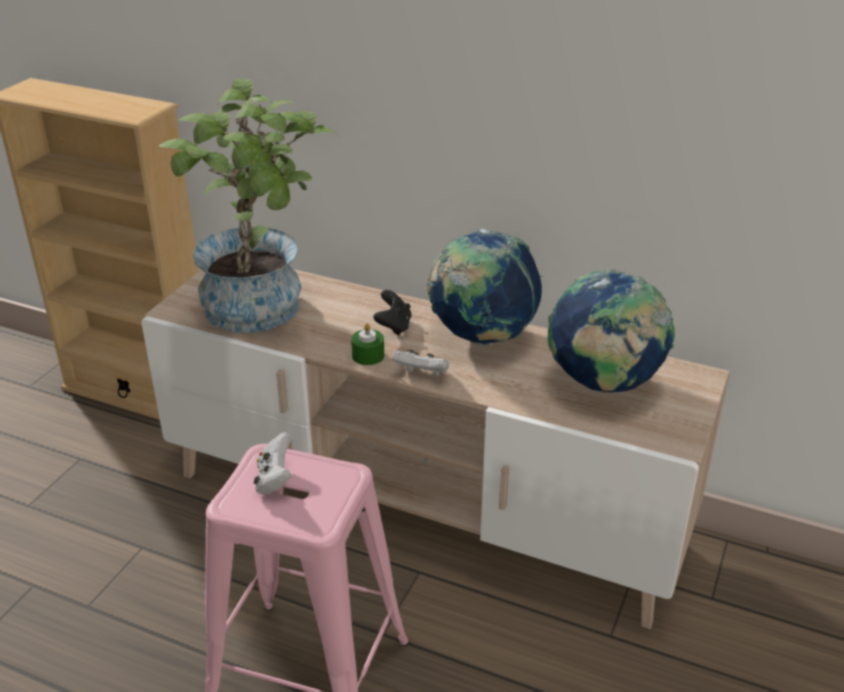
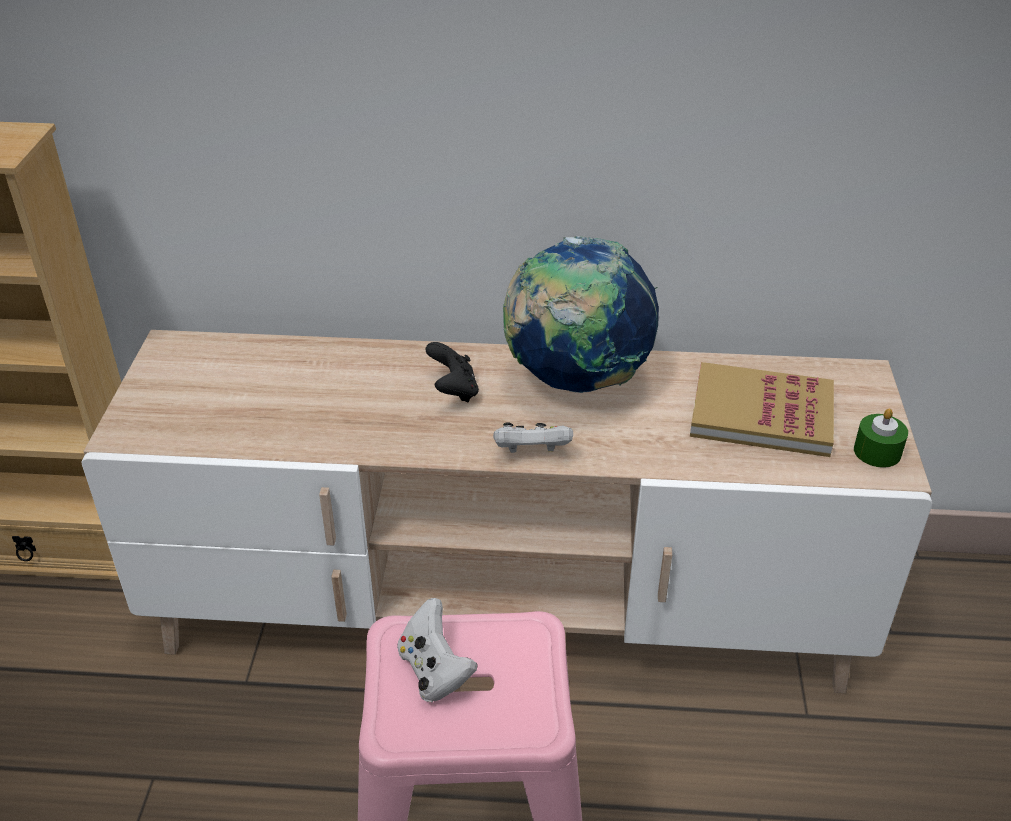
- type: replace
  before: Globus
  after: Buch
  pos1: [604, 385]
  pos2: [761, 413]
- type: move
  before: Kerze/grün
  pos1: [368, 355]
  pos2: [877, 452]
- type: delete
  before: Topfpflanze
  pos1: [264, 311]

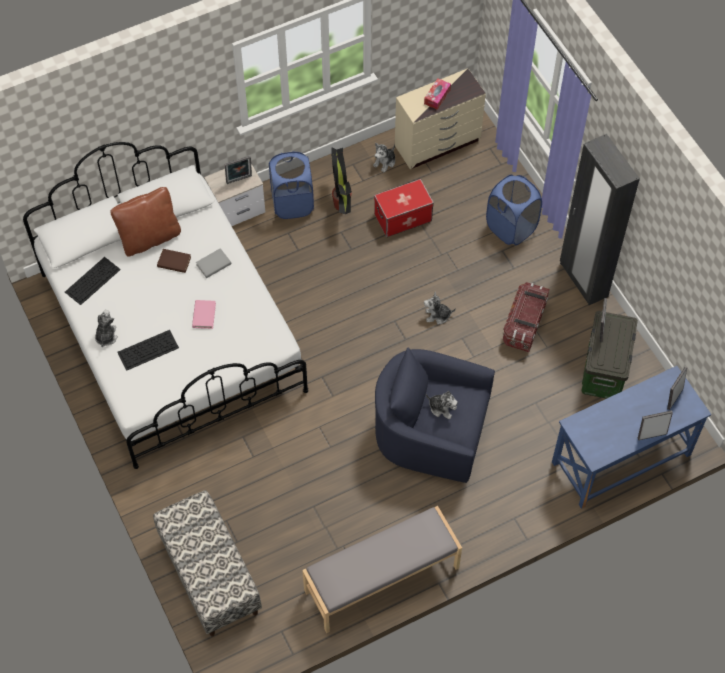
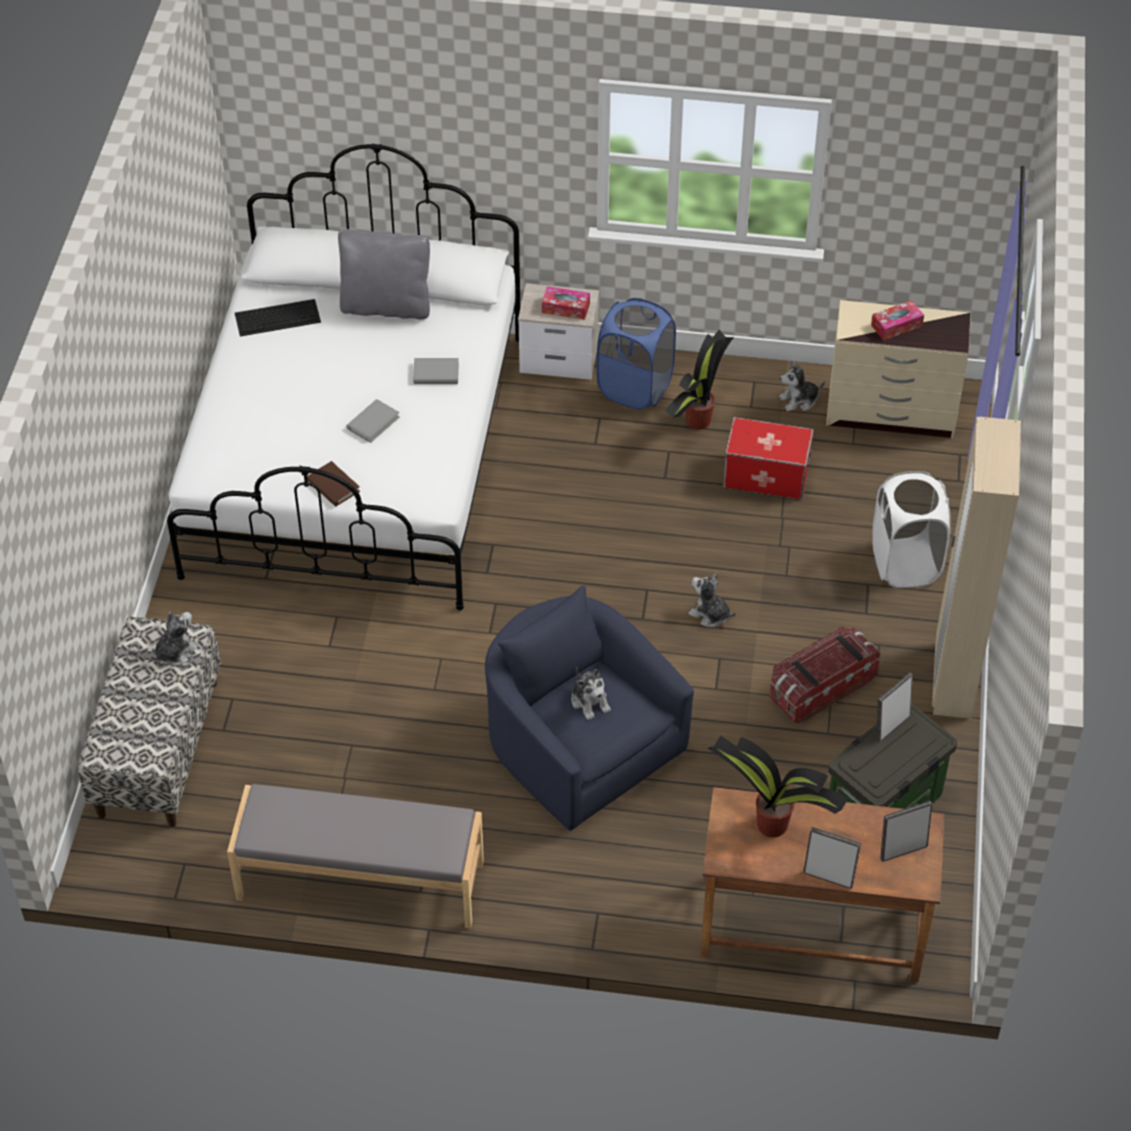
- type: move
  before: Plüschtier
  pos1: [106, 336]
  pos2: [175, 652]
- type: move
  before: Buch/braun
  pos1: [174, 262]
  pos2: [333, 486]
- type: recolor
  before: Kissen/braun
  after: Kissen/grau
  pos1: [150, 238]
  pos2: [386, 306]
- type: recolor
  before: Buch/rosa
  after: Buch/grau
  pos1: [204, 315]
  pos2: [373, 423]
- type: replace
  before: Bilderrahmen
  after: Taschentuchbox
  pos1: [239, 180]
  pos2: [565, 308]
- type: recolor
  before: Schreibtisch/blau
  after: Schreibtisch/braun
  pos1: [621, 459]
  pos2: [811, 929]
- type: insert
  after: Topfpflanze
  pos2: [770, 823]
- type: recolor
  before: Wäschekorb/blau
  after: Wäschekorb/weiß
  pos1: [511, 227]
  pos2: [905, 563]
- type: recolor
  before: Kleiderschrank/schwarz
  after: Kleiderschrank/beige
  pos1: [583, 280]
  pos2: [952, 679]
- type: delete
  before: Tastatur
  pos1: [148, 349]

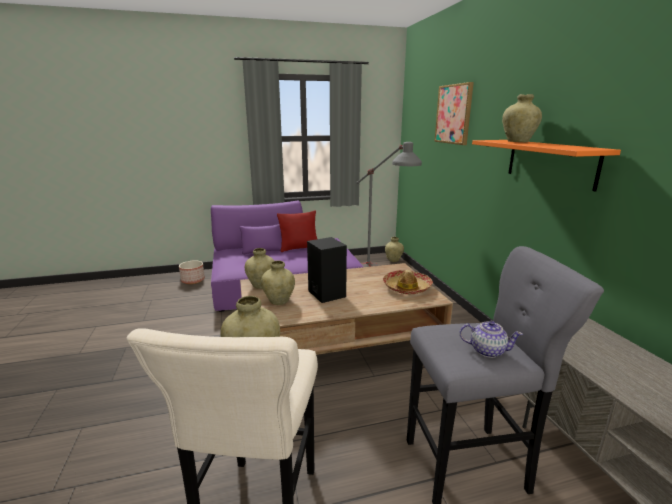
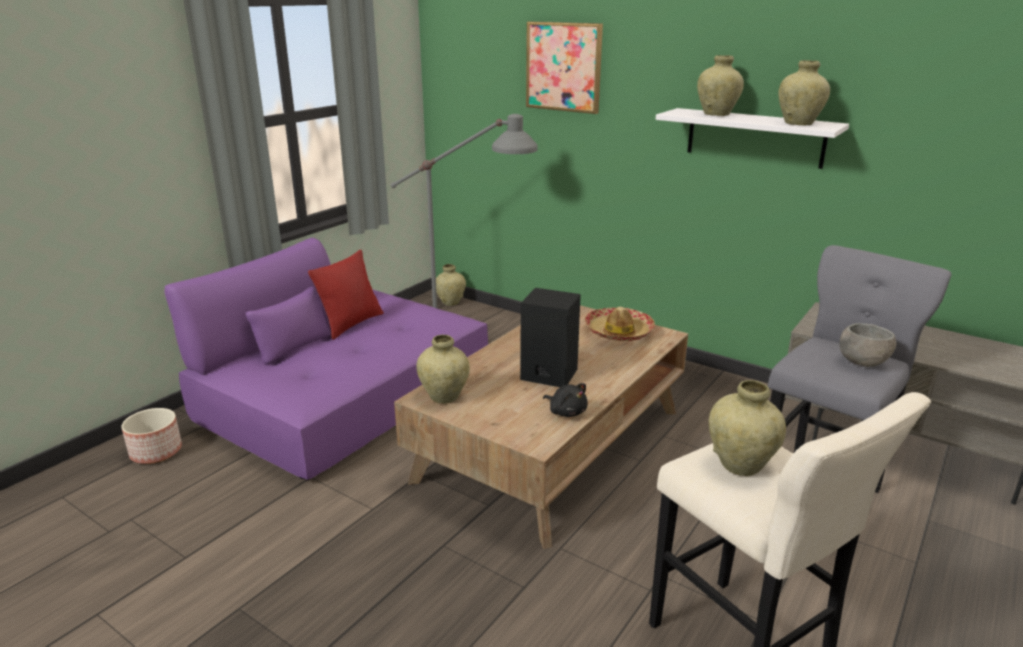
- type: insert
  after: Plüschtier/schwarz
  pos2: [566, 412]
- type: recolor
  before: Wandregal/orange
  after: Wandregal/weiß
  pos1: [550, 162]
  pos2: [755, 137]
- type: move
  before: Vase/beige
  pos1: [279, 301]
  pos2: [798, 124]
- type: replace
  before: Teekanne
  after: Schüssel/grau
  pos1: [487, 350]
  pos2: [861, 362]

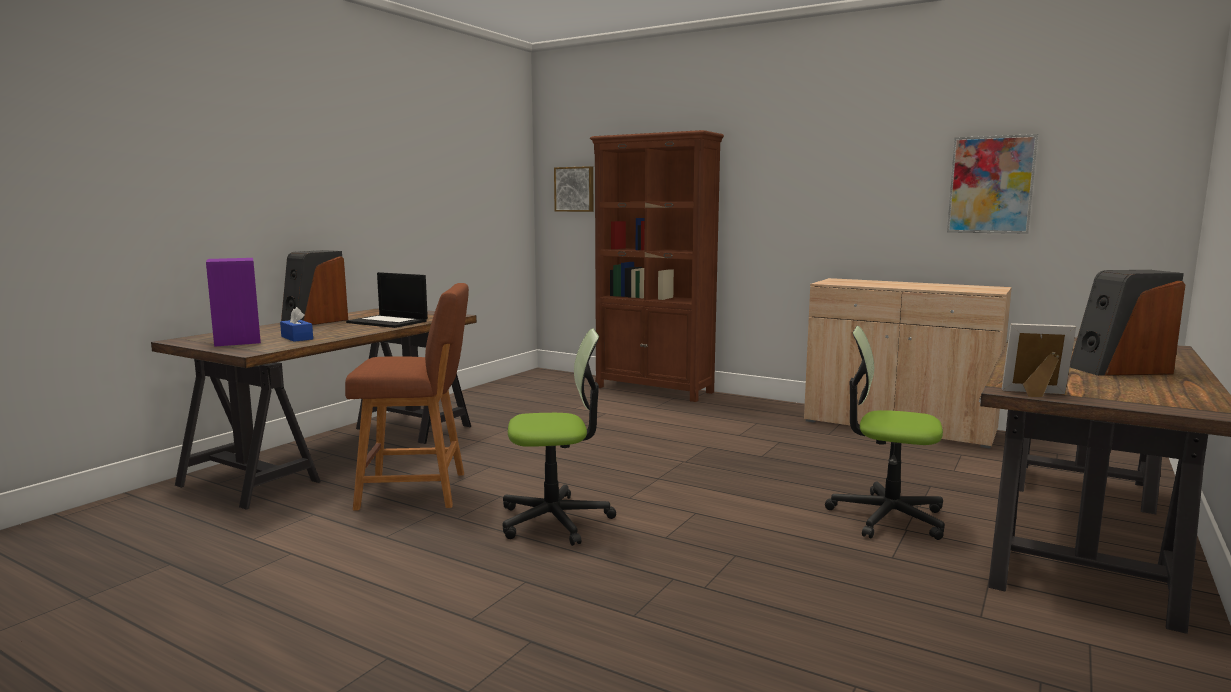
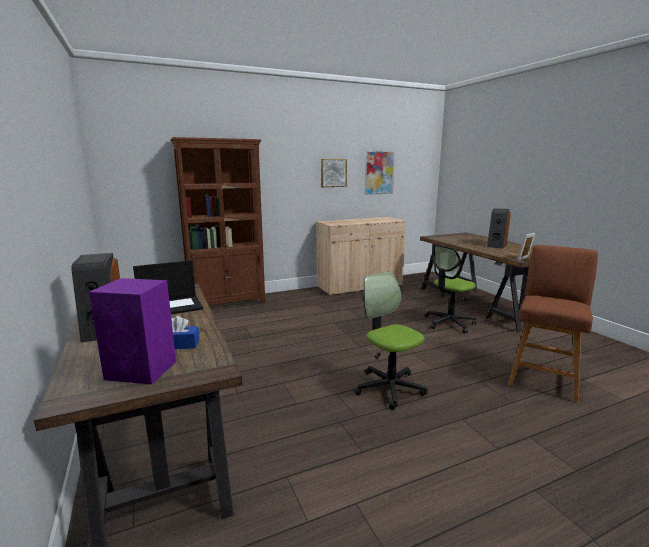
- type: move
  before: Bild
  pos1: [575, 189]
  pos2: [333, 173]
- type: rotate
  before: Bürostuhl
  pos1: [555, 520]
  pos2: [389, 388]
  turn: -60
- type: move
  before: Hocker/braun
  pos1: [418, 490]
  pos2: [543, 377]

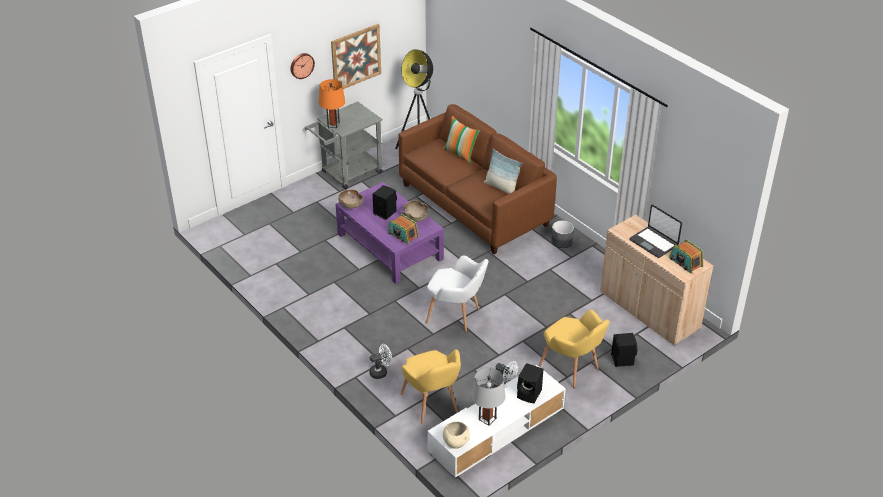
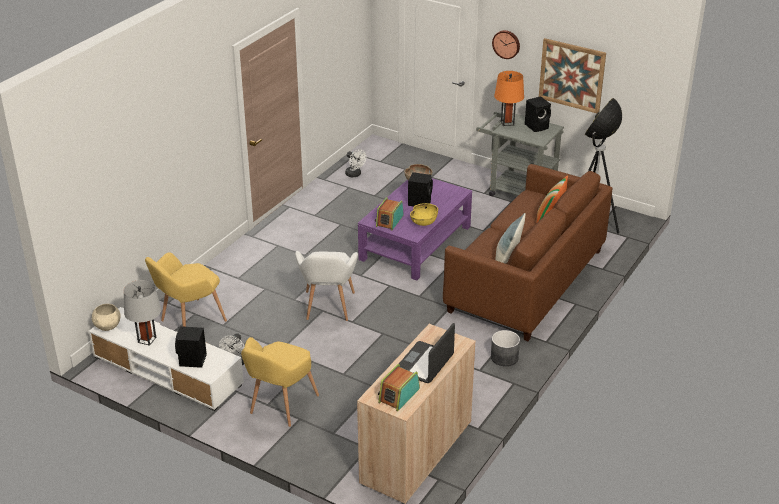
- type: move
  before: Ventilator/weiß
  pos1: [381, 372]
  pos2: [355, 174]
- type: recolor
  before: Schüssel/braun
  after: Schüssel/gelb
  pos1: [416, 217]
  pos2: [424, 222]
- type: move
  before: Lautsprecher/schwarz
  pos1: [622, 359]
  pos2: [537, 126]

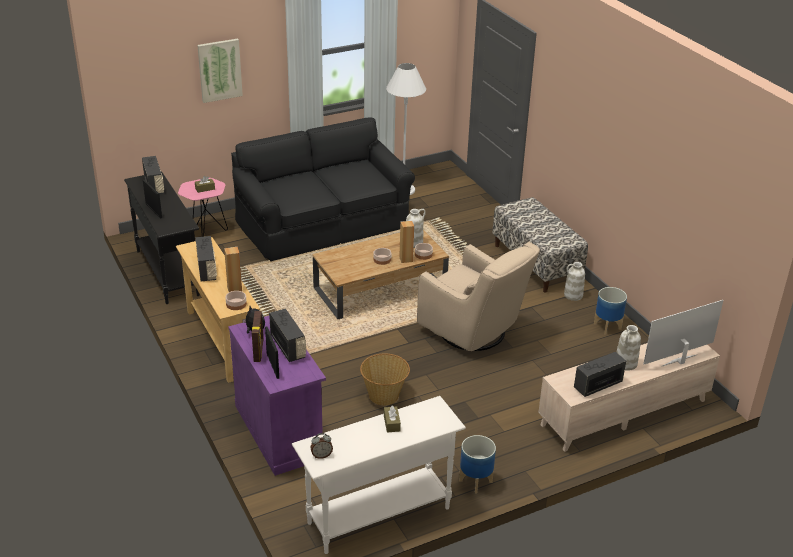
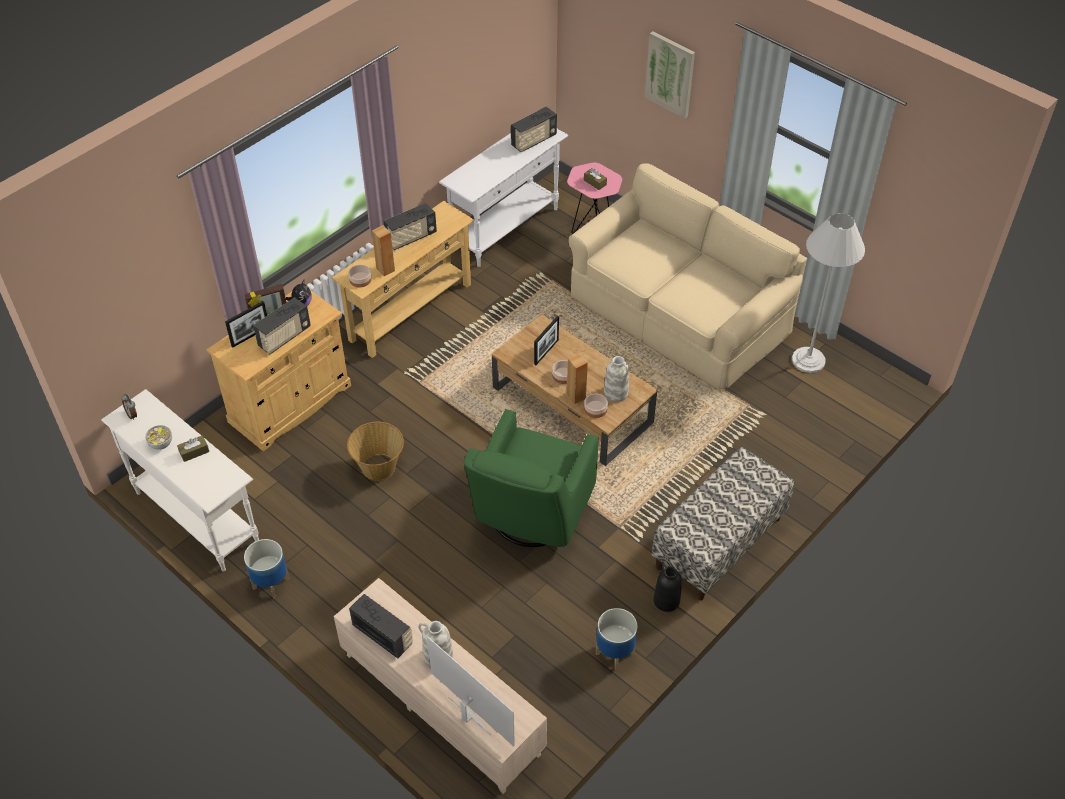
- type: insert
  after: Schüssel
  pos2: [161, 444]
- type: recolor
  before: Schrank/lila
  after: Schrank/beige
  pos1: [279, 431]
  pos2: [290, 404]
- type: recolor
  before: Konsolentisch/schwarz
  after: Konsolentisch/weiß
  pos1: [167, 272]
  pos2: [506, 229]
- type: recolor
  before: Sessel/beige
  after: Sessel/grün
  pos1: [474, 332]
  pos2: [530, 516]
- type: move
  before: Bilderrahmen
  pos1: [153, 210]
  pos2: [546, 352]
- type: recolor
  before: Sofa/schwarz
  after: Sofa/beige
  pos1: [323, 222]
  pos2: [679, 312]
- type: recolor
  before: Vase/weiß
  after: Vase/schwarz
  pos1: [573, 295]
  pos2: [666, 600]

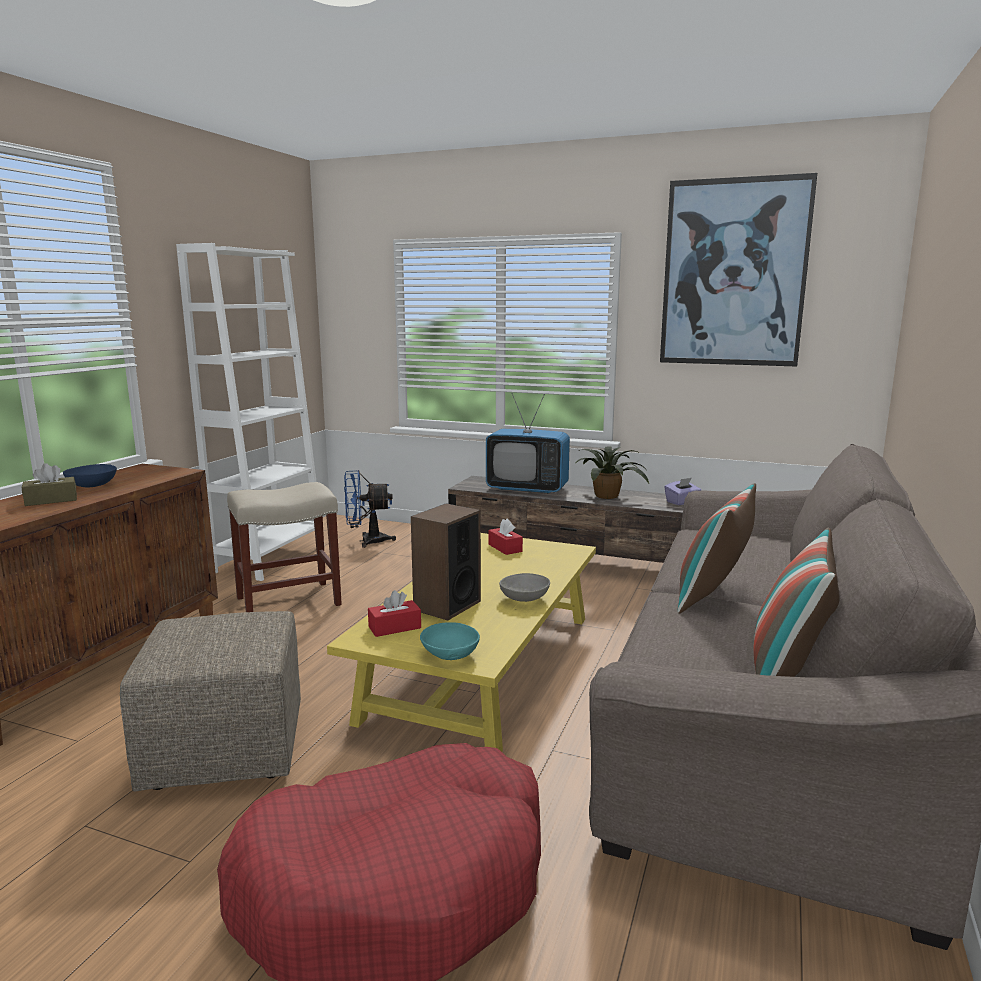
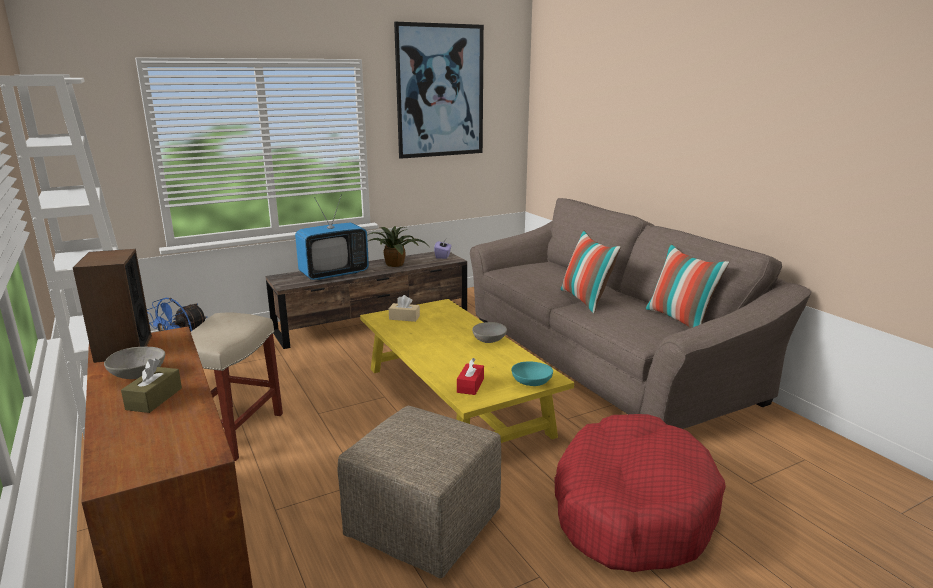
- type: move
  before: Lautsprecher
  pos1: [447, 605]
  pos2: [123, 348]
- type: recolor
  before: Schüssel/blau
  after: Schüssel/grau
  pos1: [91, 486]
  pos2: [137, 375]
- type: recolor
  before: Taschentuchbox/rot
  after: Taschentuchbox/beige
  pos1: [505, 548]
  pos2: [404, 318]

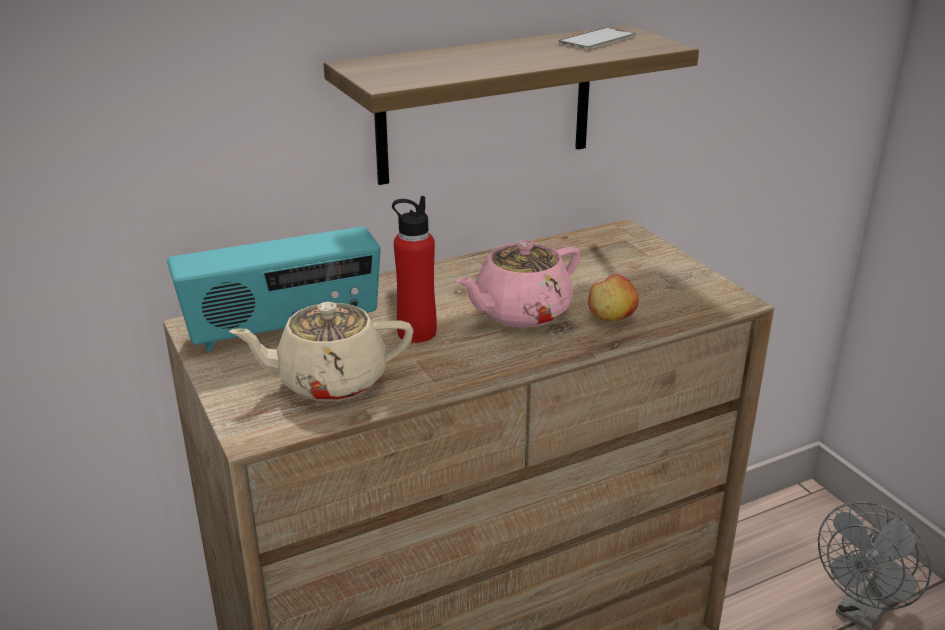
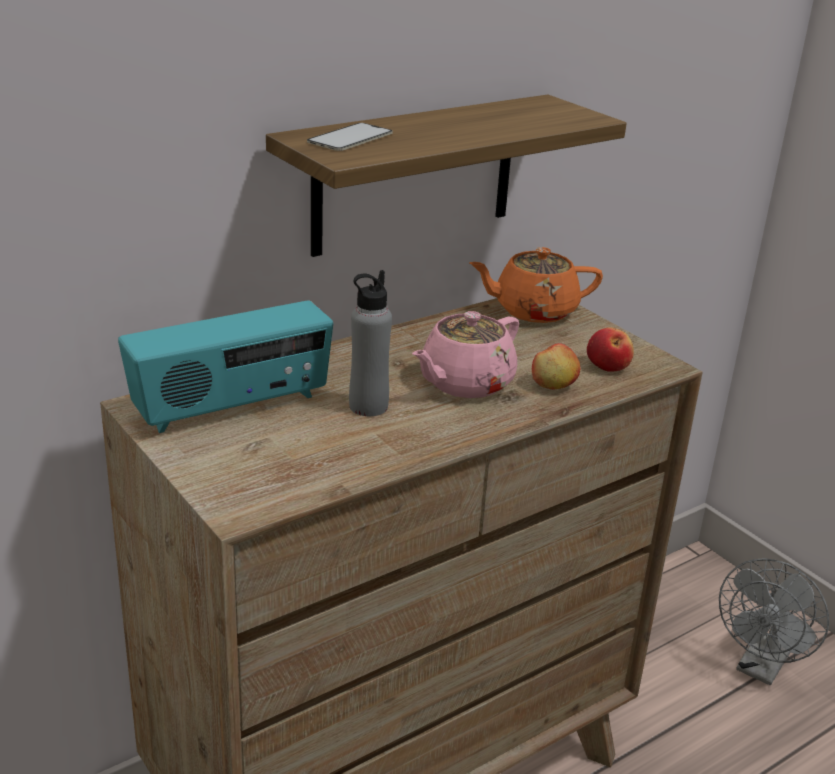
- type: move
  before: Handy
  pos1: [597, 39]
  pos2: [350, 138]
- type: recolor
  before: Flasche/rot
  after: Flasche/grau
  pos1: [416, 333]
  pos2: [368, 406]
- type: insert
  after: Teekanne/orange
  pos2: [533, 311]
- type: insert
  after: Apfel
  pos2: [608, 366]
- type: delete
  before: Teekanne/beige
  pos1: [329, 381]

